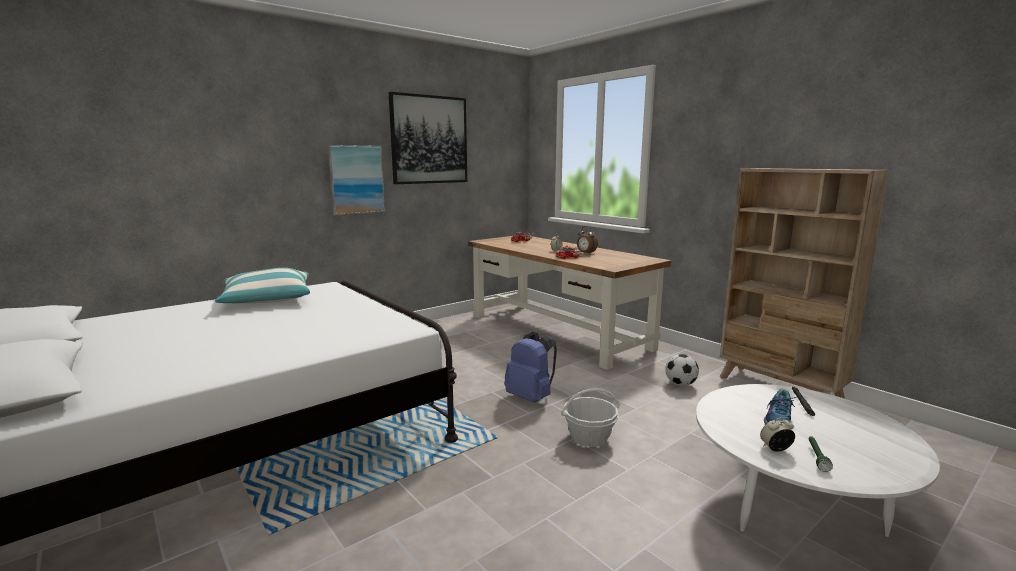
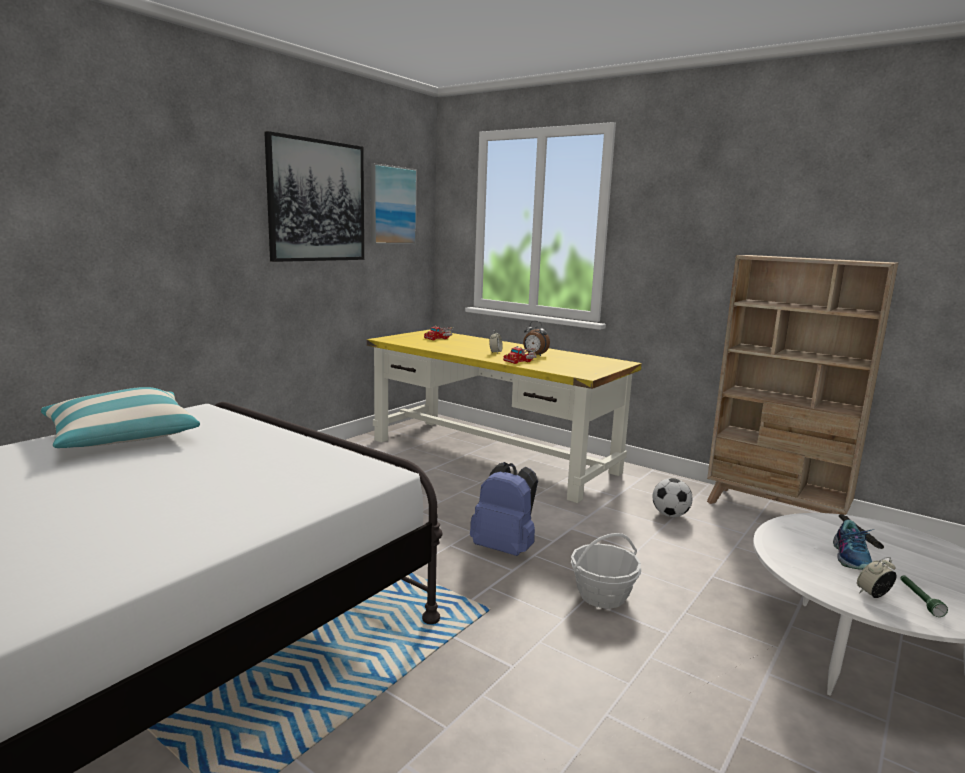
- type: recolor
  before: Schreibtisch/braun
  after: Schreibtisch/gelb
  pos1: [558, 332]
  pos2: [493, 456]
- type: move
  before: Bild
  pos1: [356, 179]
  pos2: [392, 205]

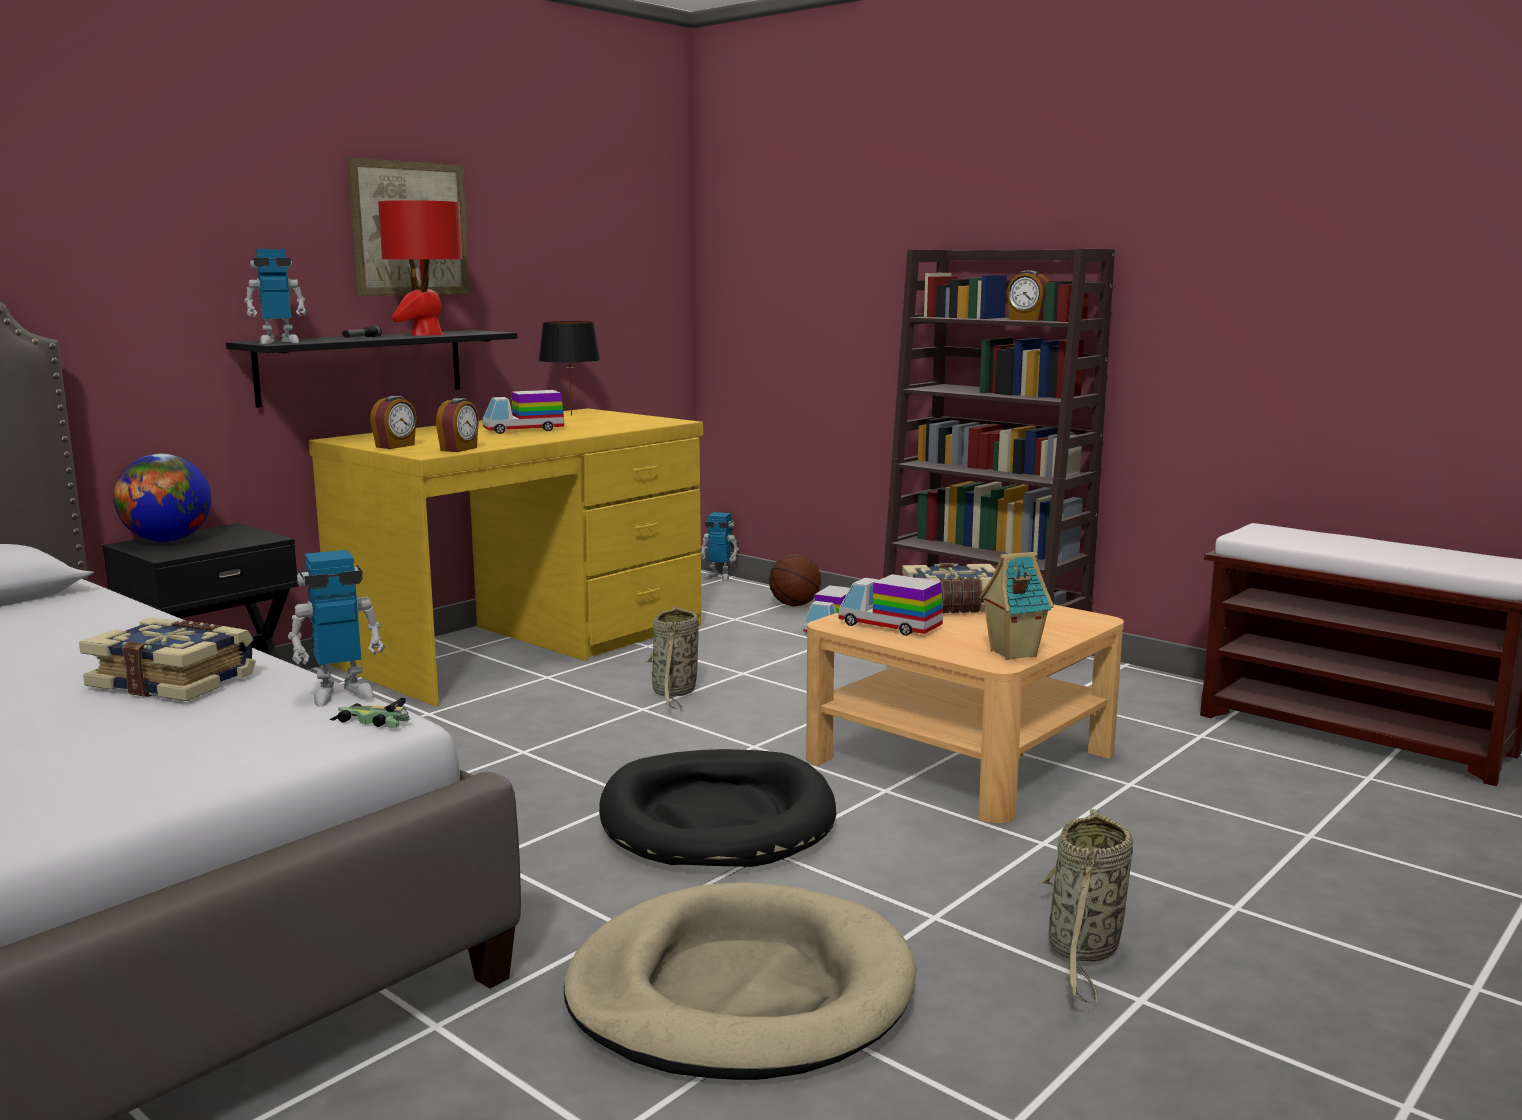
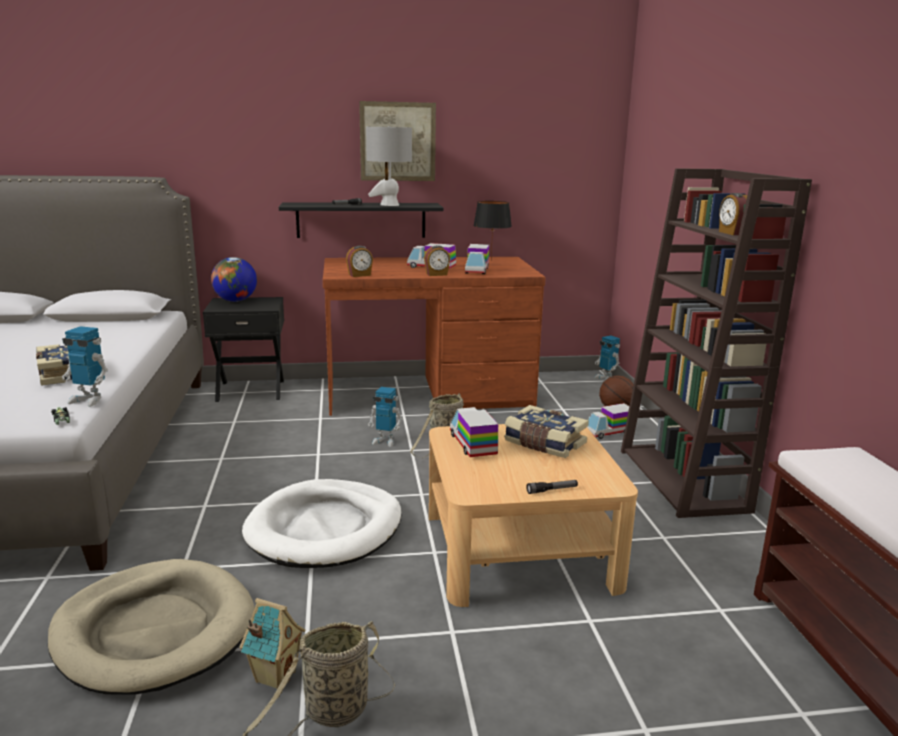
- type: move
  before: Spielzeughaus
  pos1: [1011, 653]
  pos2: [275, 676]
- type: recolor
  before: Hundebett/schwarz
  after: Hundebett/weiß
  pos1: [717, 818]
  pos2: [325, 529]
- type: recolor
  before: Schreibtisch/gelb
  after: Schreibtisch/braun
  pos1: [527, 644]
  pos2: [429, 393]
- type: recolor
  before: Tischlampe/rot
  after: Tischlampe/grau
  pos1: [427, 334]
  pos2: [389, 205]
- type: move
  before: Spielzeugroboter
  pos1: [279, 342]
  pos2: [385, 441]
- type: move
  before: Wecker
  pos1: [396, 446]
  pos2: [437, 274]
- type: insert
  after: Spielzeuglaster
  pos2: [477, 270]
- type: insert
  after: Taschenlampe
  pos2: [552, 490]

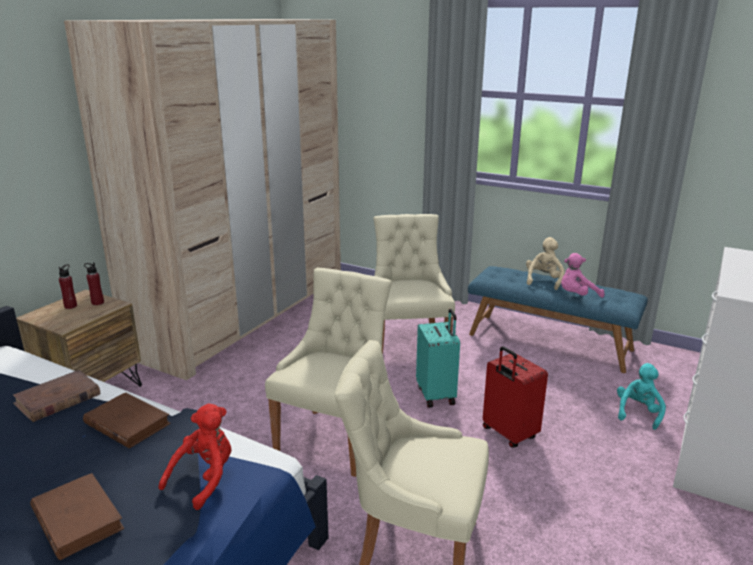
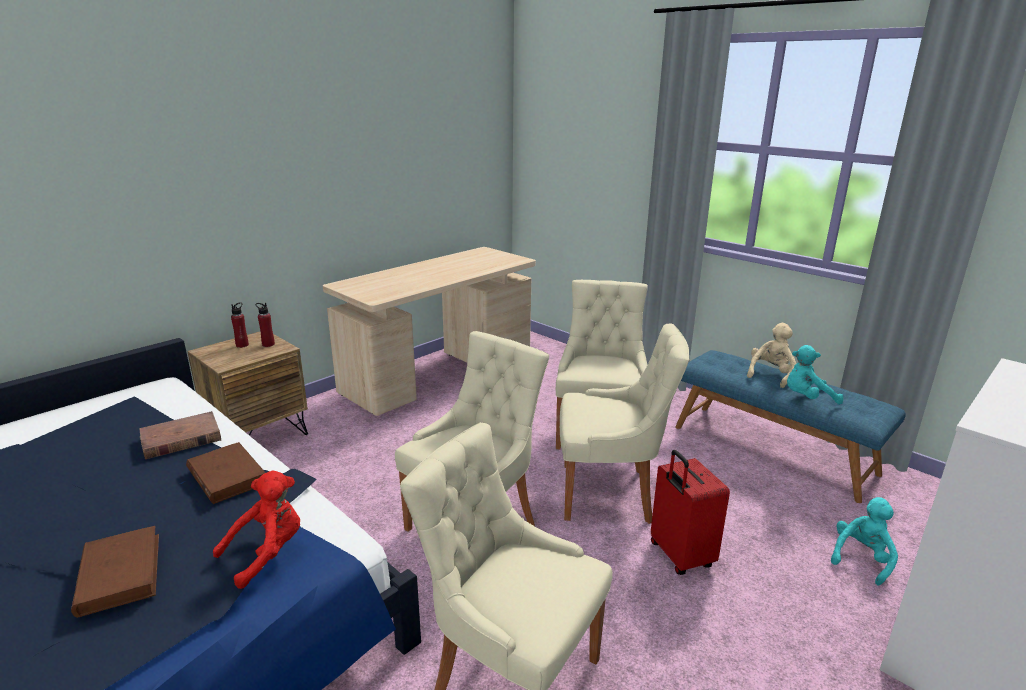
- type: replace
  before: Kleiderschrank/beige
  after: Schreibtisch/beige
  pos1: [246, 315]
  pos2: [440, 374]
- type: replace
  before: Koffer/türkis
  after: Stuhl/beige
  pos1: [437, 395]
  pos2: [610, 493]
- type: recolor
  before: Plüschtier/rosa
  after: Plüschtier/türkis
  pos1: [577, 295]
  pos2: [807, 398]

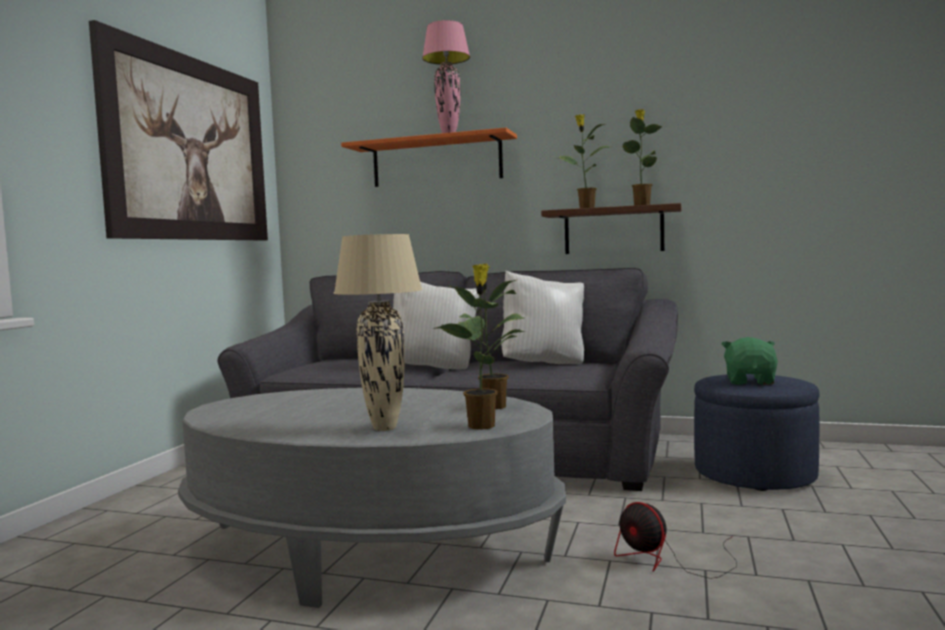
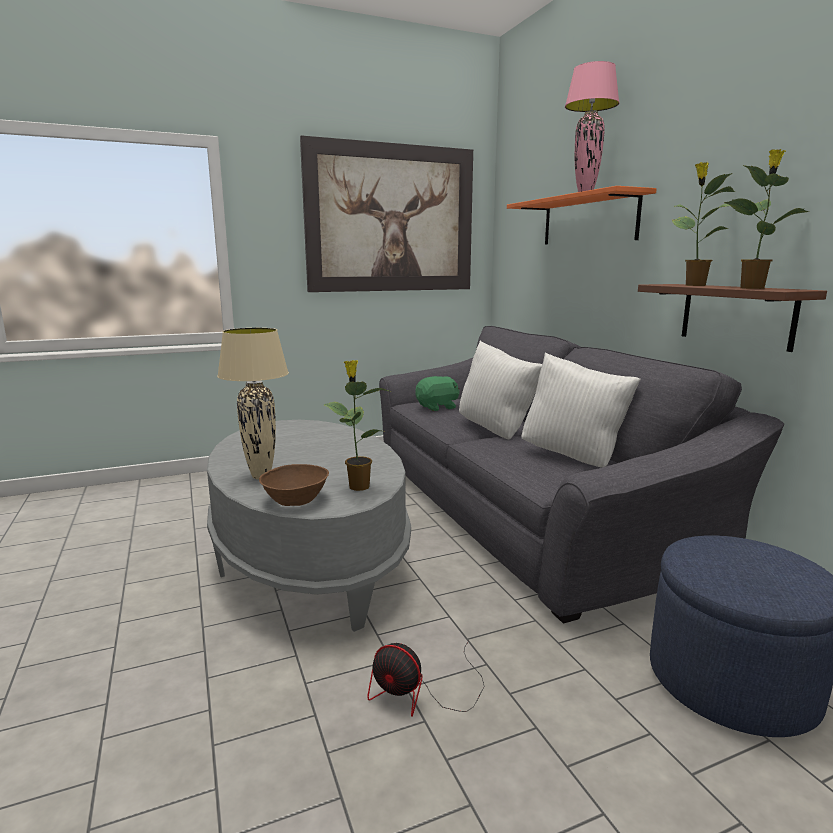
- type: replace
  before: Topfpflanze
  after: Schüssel/braun
  pos1: [482, 425]
  pos2: [295, 500]
- type: rotate
  before: Ventilator
  pos1: [669, 560]
  pos2: [422, 692]
  turn: -75
- type: move
  before: Plüschtier/grün
  pos1: [750, 381]
  pos2: [437, 407]

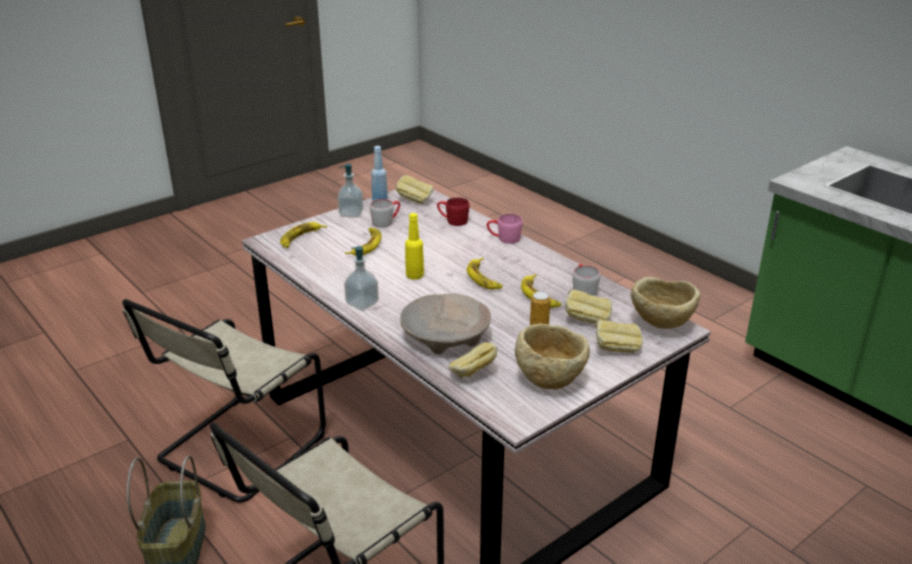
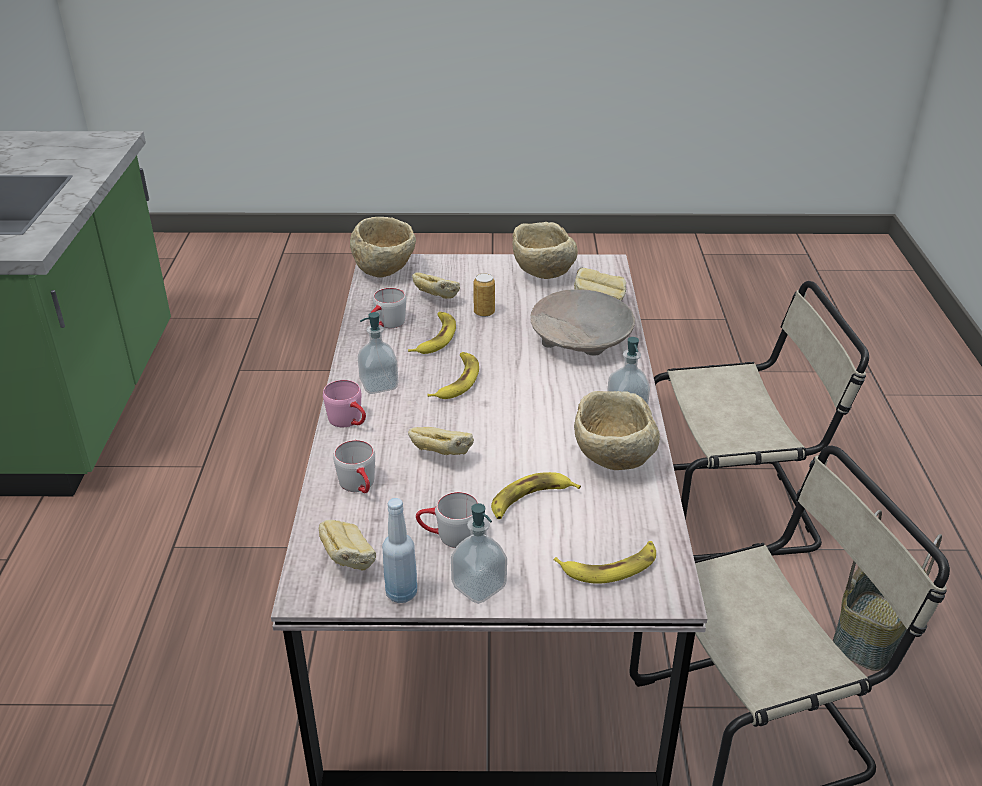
- type: recolor
  before: Henkelbecher/rot
  after: Henkelbecher/grau
  pos1: [452, 220]
  pos2: [360, 486]
- type: insert
  after: Seifenspender
  pos2: [379, 385]
- type: move
  before: Brot
  pos1: [616, 350]
  pos2: [441, 457]
- type: insert
  after: Schüssel/beige
  pos2: [612, 460]
- type: delete
  before: Flasche/gelb
  pos1: [414, 276]

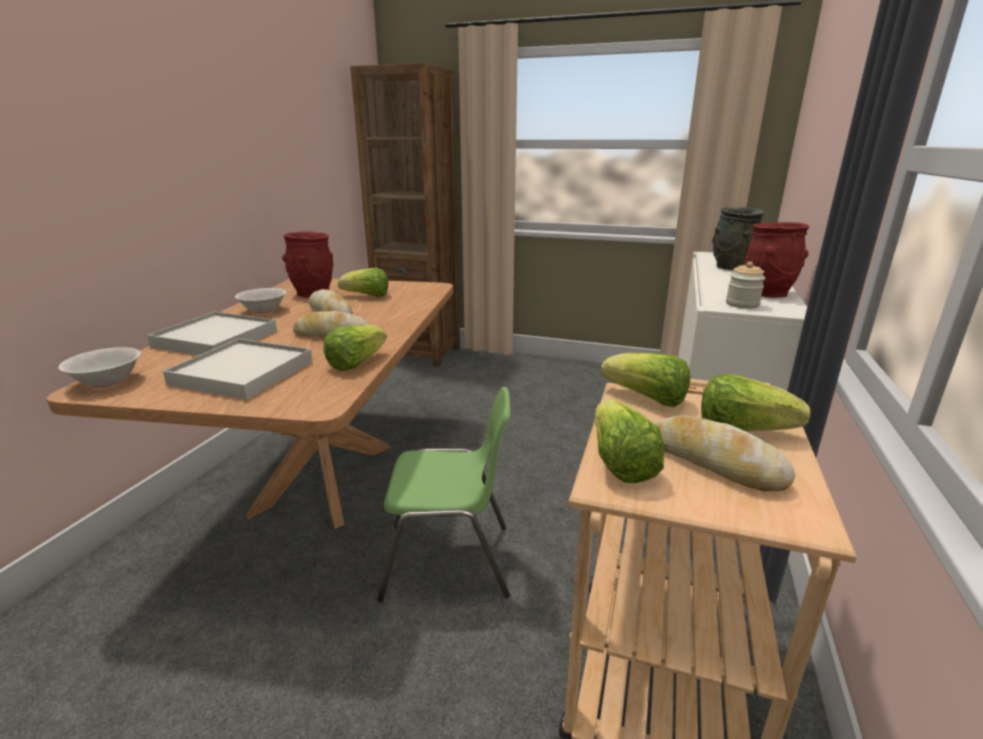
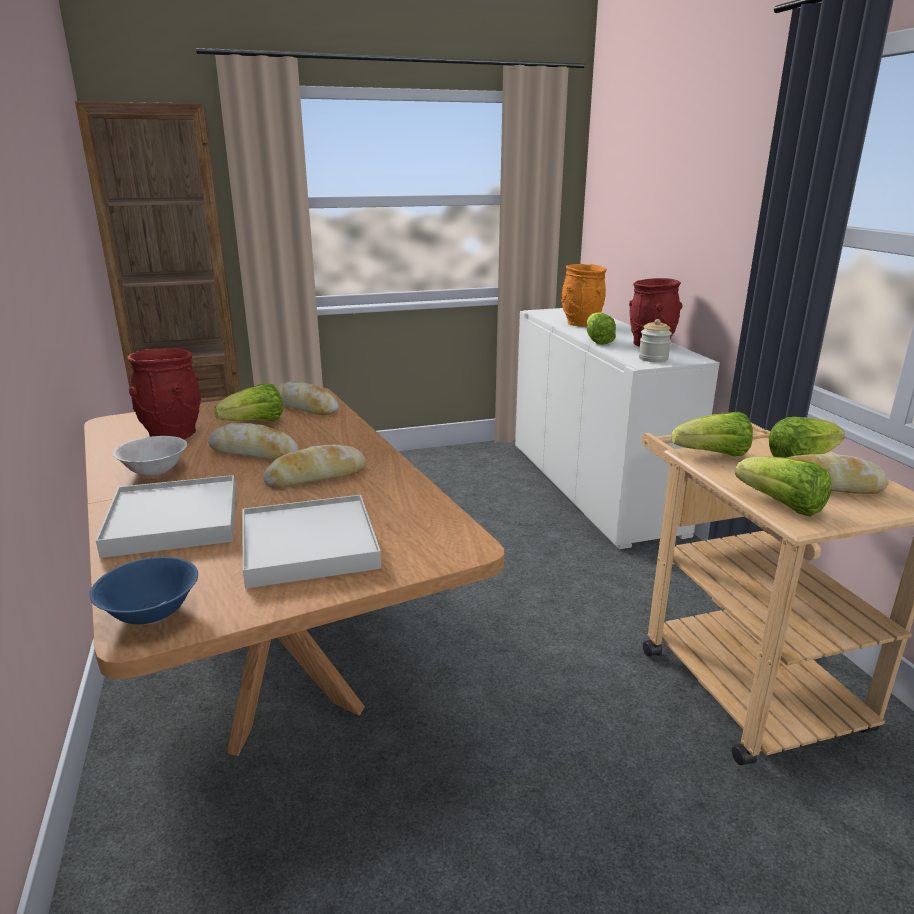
- type: recolor
  before: Schüssel/weiß
  after: Schüssel/blau
  pos1: [107, 382]
  pos2: [150, 613]
- type: insert
  after: Brot
  pos2: [305, 407]
- type: recolor
  before: Vase/grau
  after: Vase/orange
  pos1: [730, 267]
  pos2: [580, 323]
- type: move
  before: Salatkopf
  pos1: [356, 363]
  pos2: [597, 341]
- type: delete
  before: Stuhl/grün
  pos1: [450, 561]

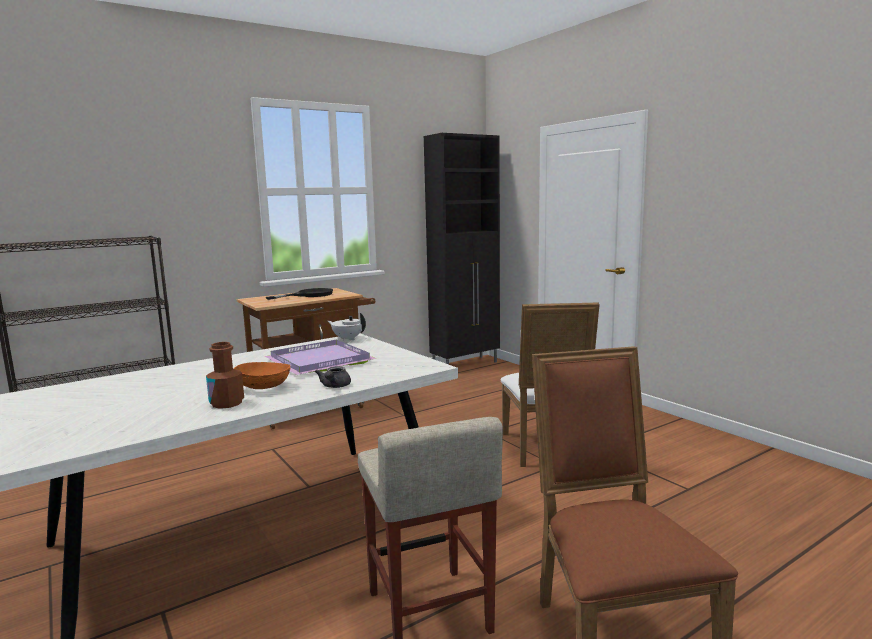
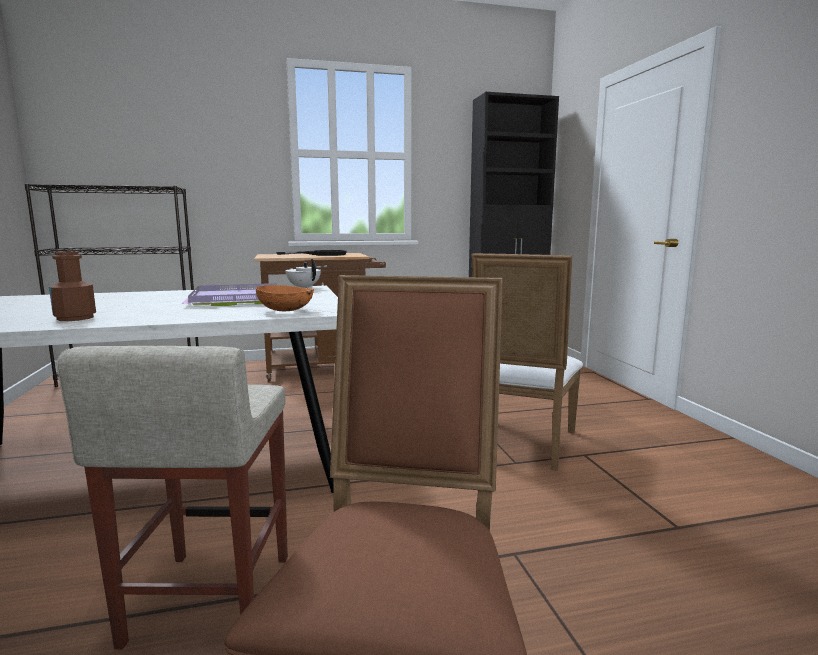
- type: move
  before: Schüssel/orange
  pos1: [264, 387]
  pos2: [286, 310]
- type: delete
  before: Teekanne/grau
  pos1: [334, 386]

